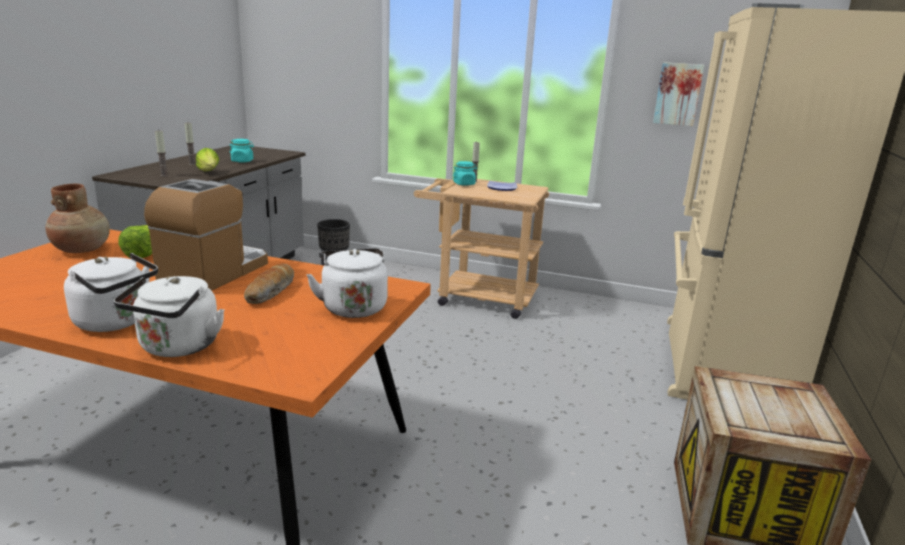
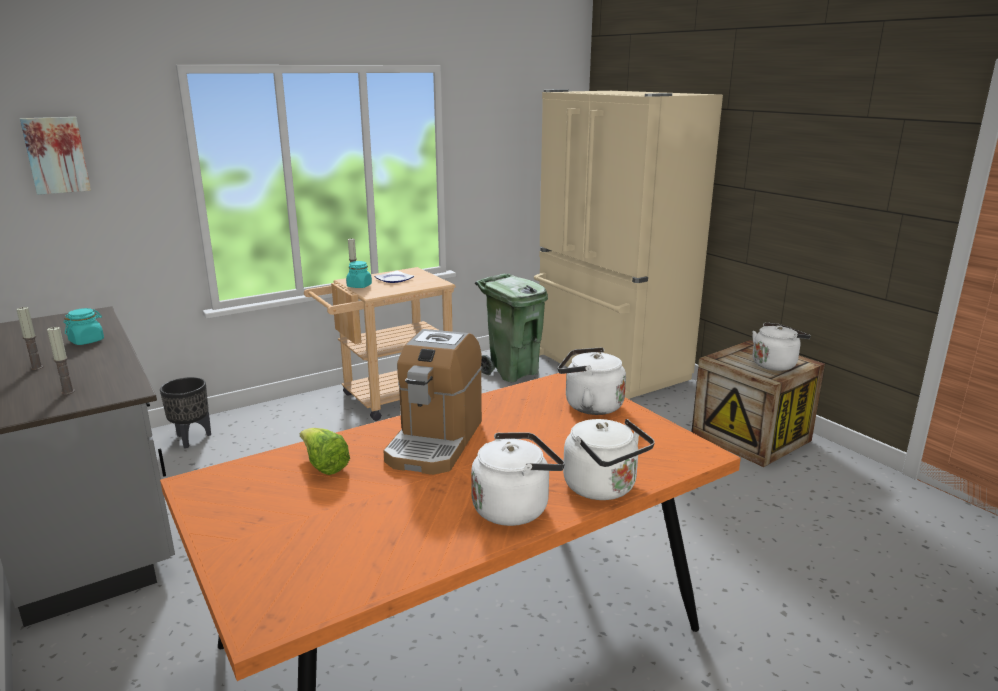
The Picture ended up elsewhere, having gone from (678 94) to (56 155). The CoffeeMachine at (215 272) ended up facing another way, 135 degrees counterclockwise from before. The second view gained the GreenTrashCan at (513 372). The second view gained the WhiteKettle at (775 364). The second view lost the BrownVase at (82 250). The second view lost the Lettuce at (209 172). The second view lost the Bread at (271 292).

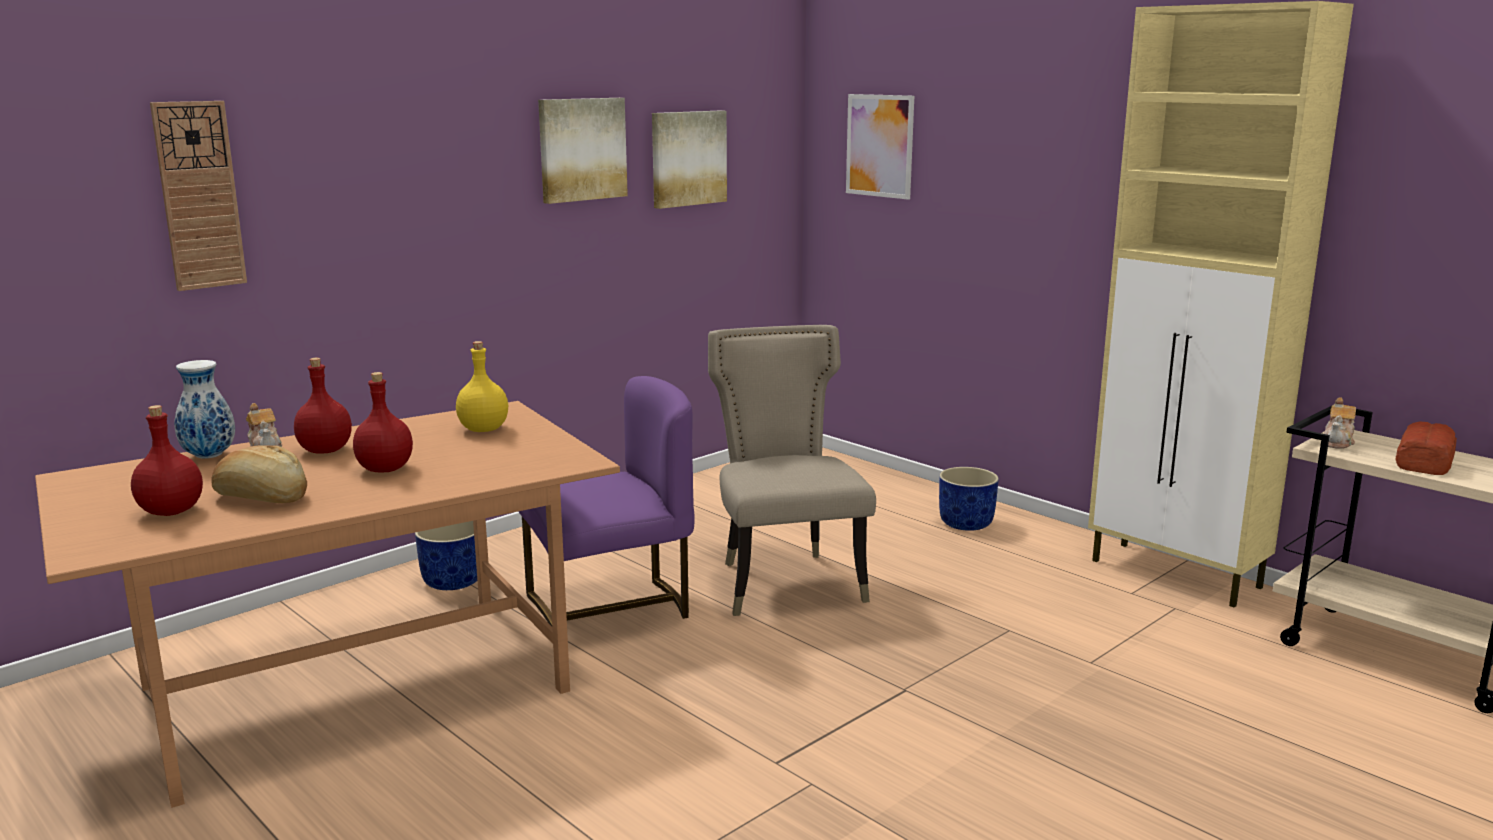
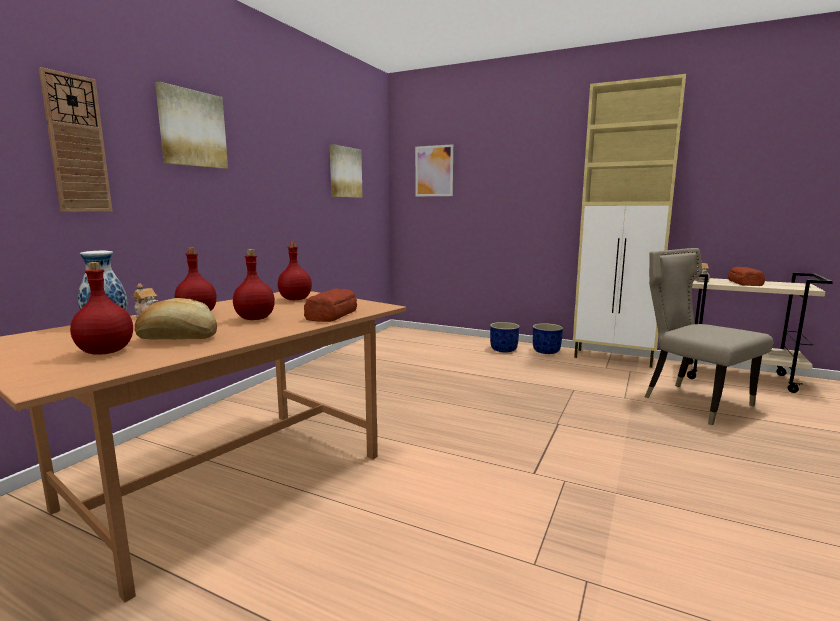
The Picture ended up elsewhere, having gone from (581 149) to (192 128). What was the YellowBottle at (484 429) turned into the RedBottle at (295 299). The second view gained the Bread at (331 315). The BluePlanter ended up elsewhere, having gone from (453 581) to (546 351). The BeigeChair ended up elsewhere, having gone from (785 581) to (692 401). The second view lost the PurpleChair at (610 611).

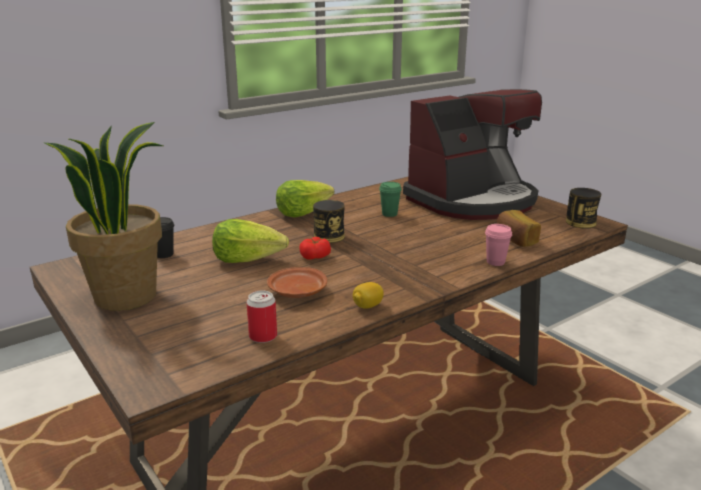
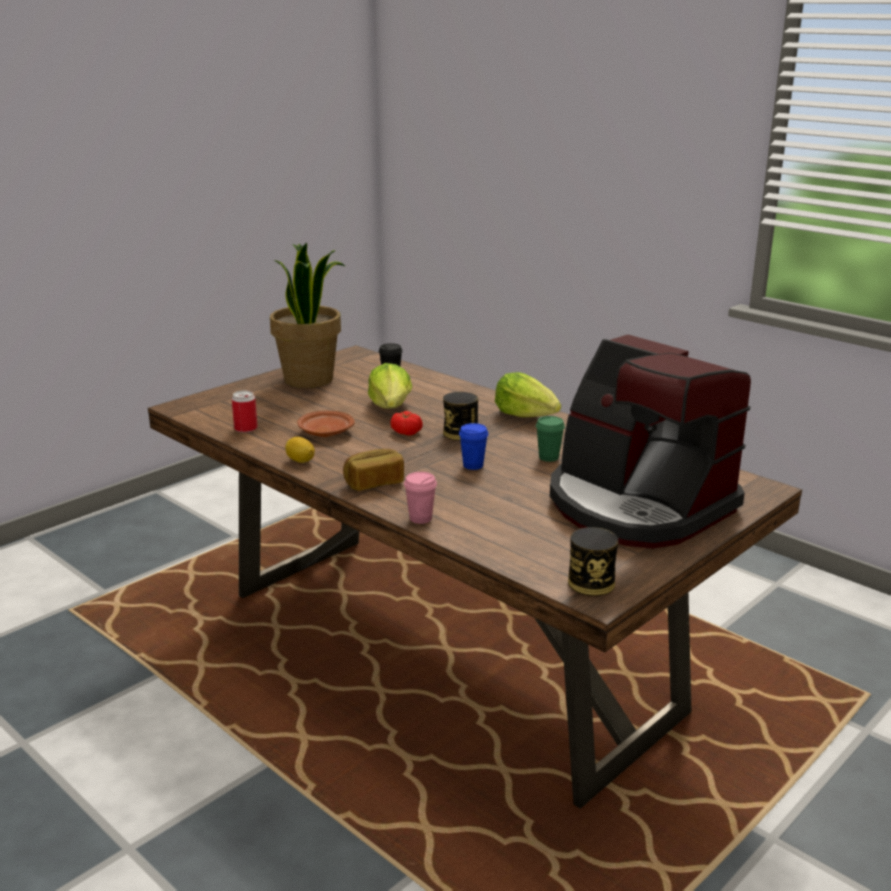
The Bread ended up elsewhere, having gone from (515 239) to (374 483). The second view gained the BlueCup at (473 465).

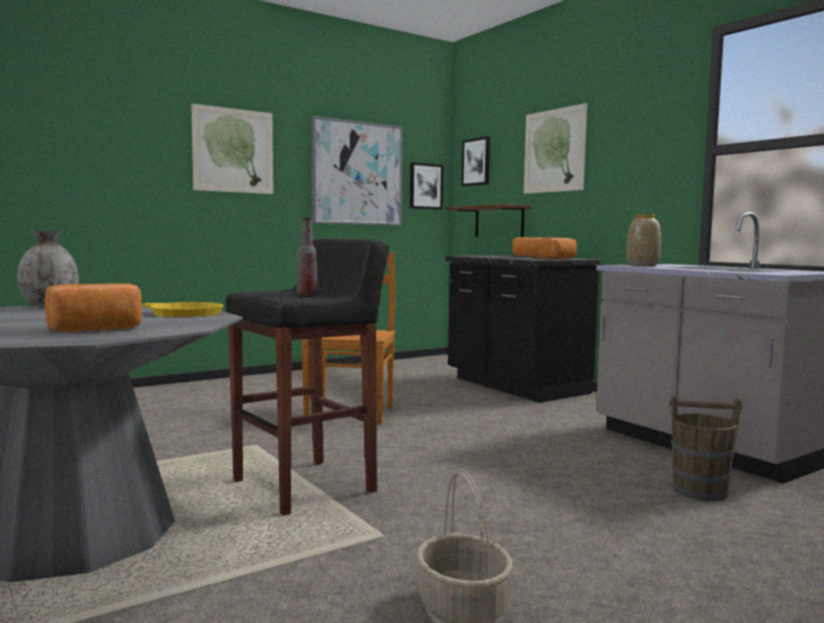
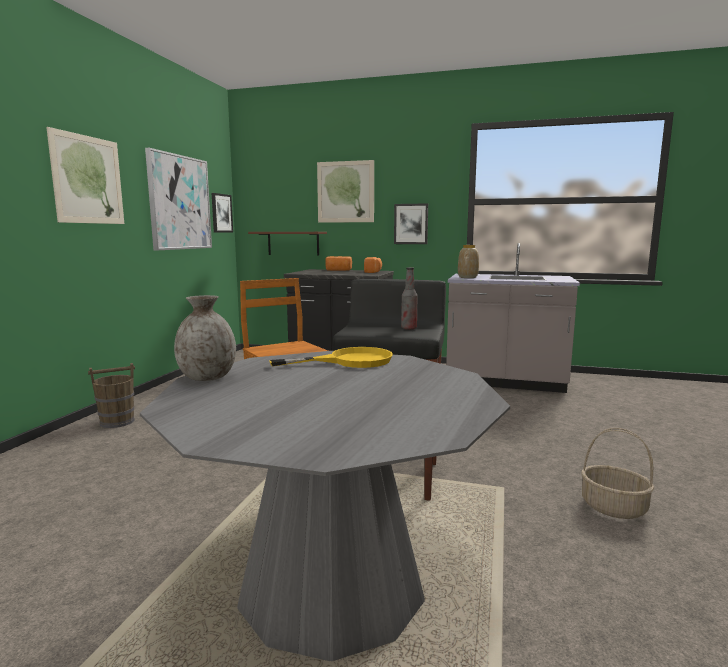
The BrownBucket ended up elsewhere, having gone from (700 491) to (117 422). The Picture ended up elsewhere, having gone from (476 162) to (411 224). The second view lost the Bread at (97 330).

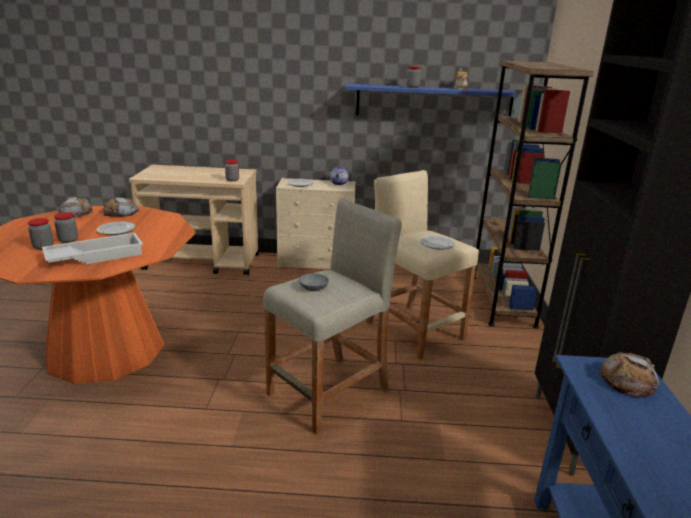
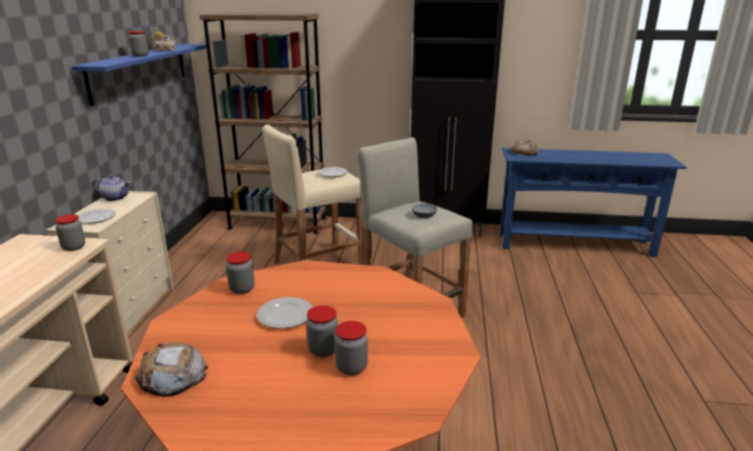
The second view gained the Jar at (242 289). The second view lost the WhiteTray at (95 255). The second view lost the Bread at (121 212).

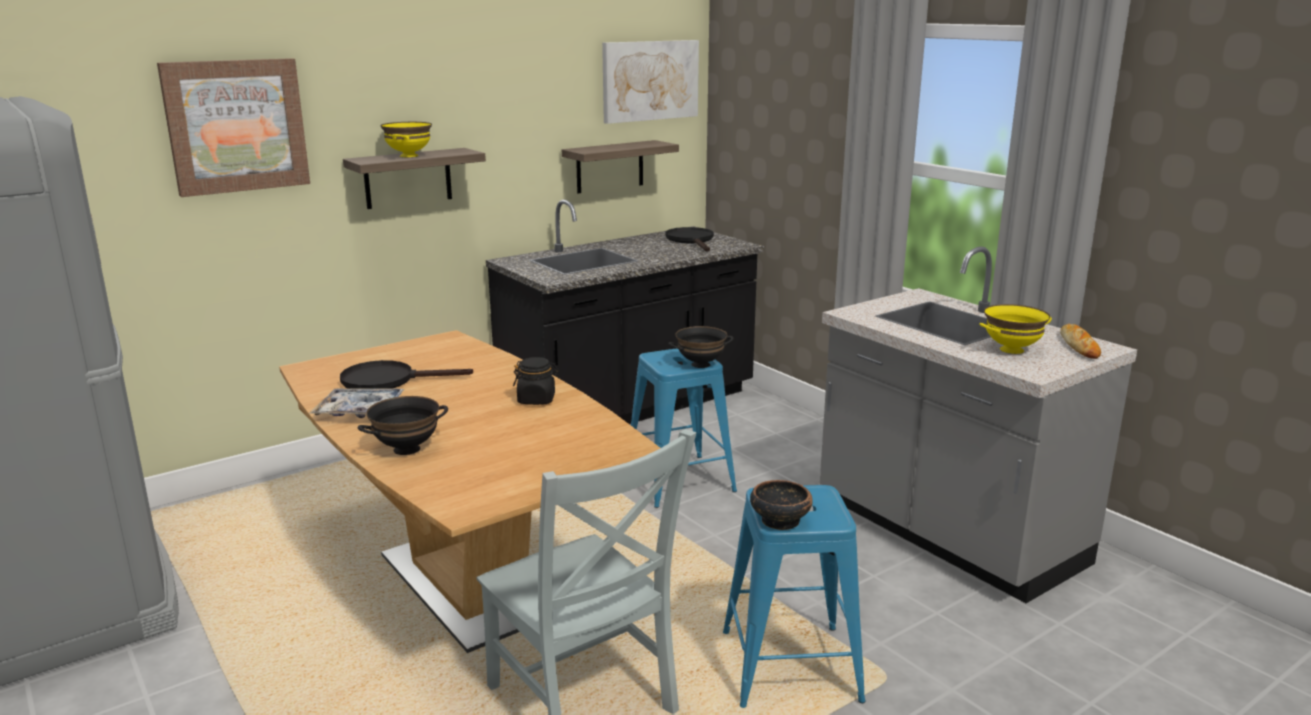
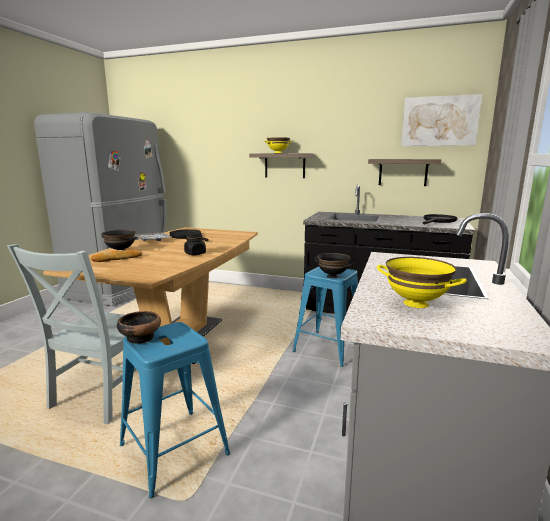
The Bread ended up elsewhere, having gone from (1079 346) to (118 259). The second view lost the Picture at (236 126).

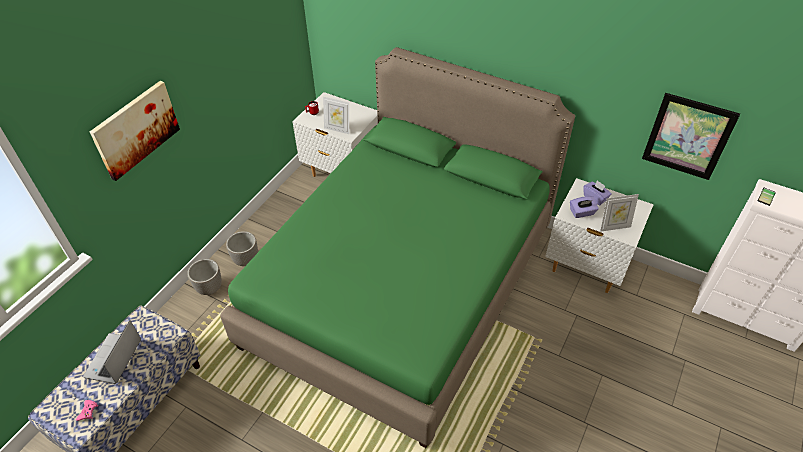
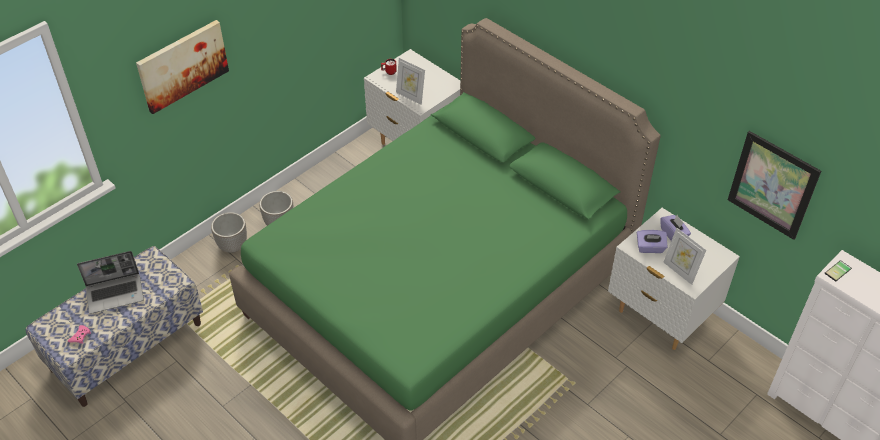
The Laptop at (114 359) ended up facing another way, 135 degrees counterclockwise from before. The PictureFrame at (614 226) ended up facing another way, 45 degrees clockwise from before.

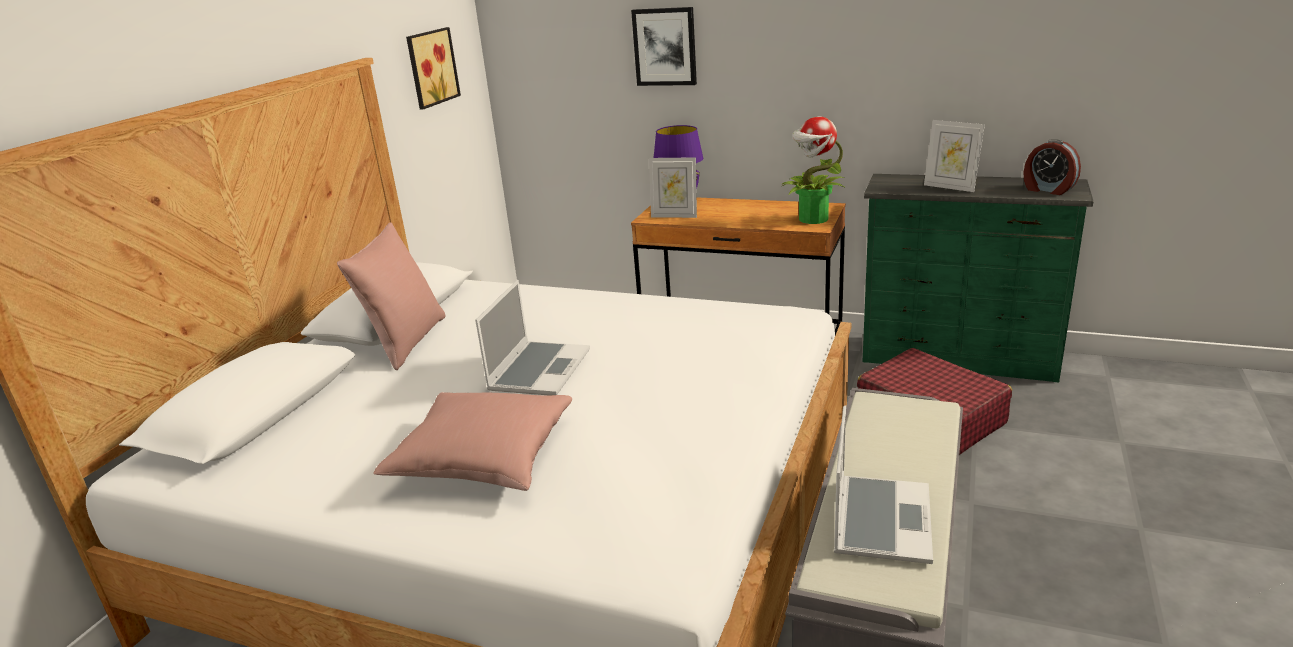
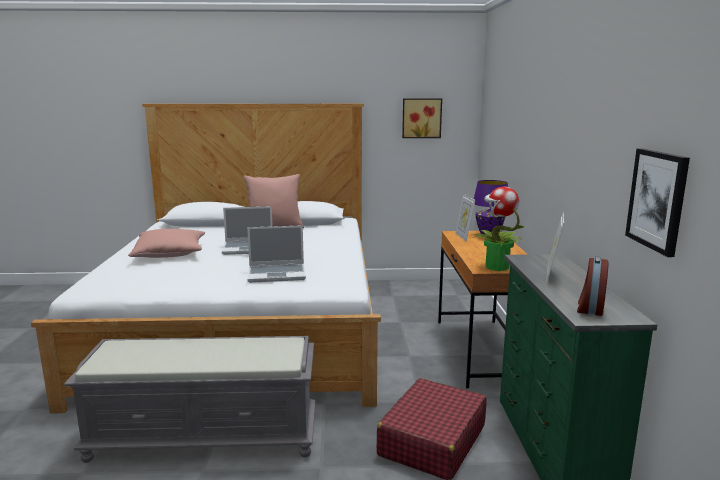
The Laptop ended up elsewhere, having gone from (880 520) to (277 274). The Picture ended up elsewhere, having gone from (665 47) to (657 200).

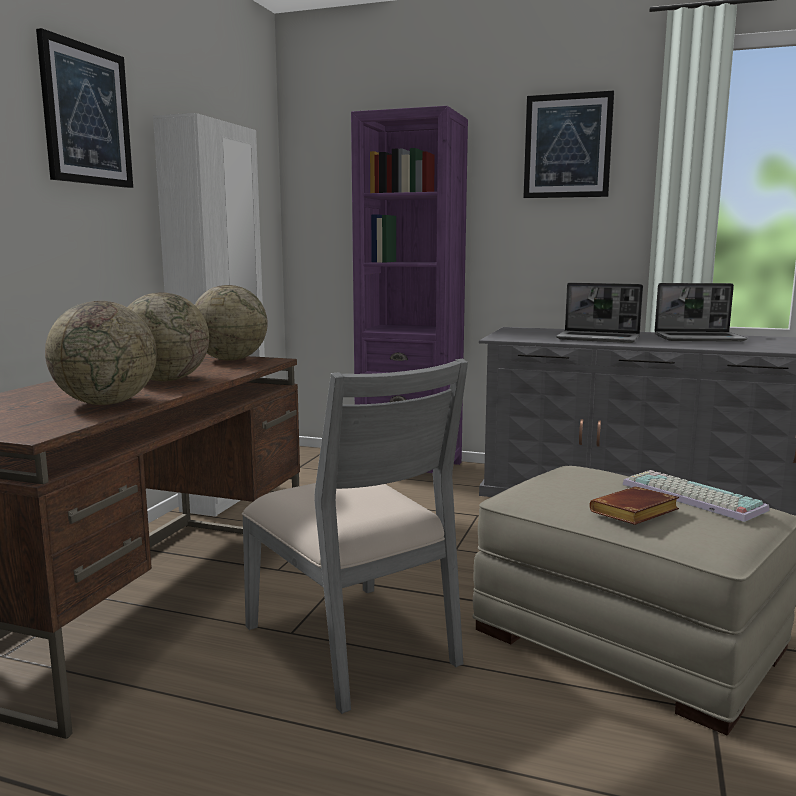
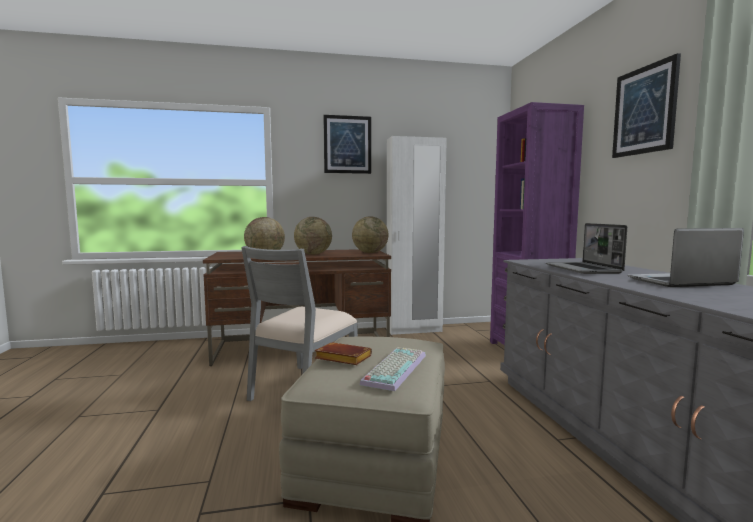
The Laptop at (699 338) ended up facing another way, 105 degrees clockwise from before.

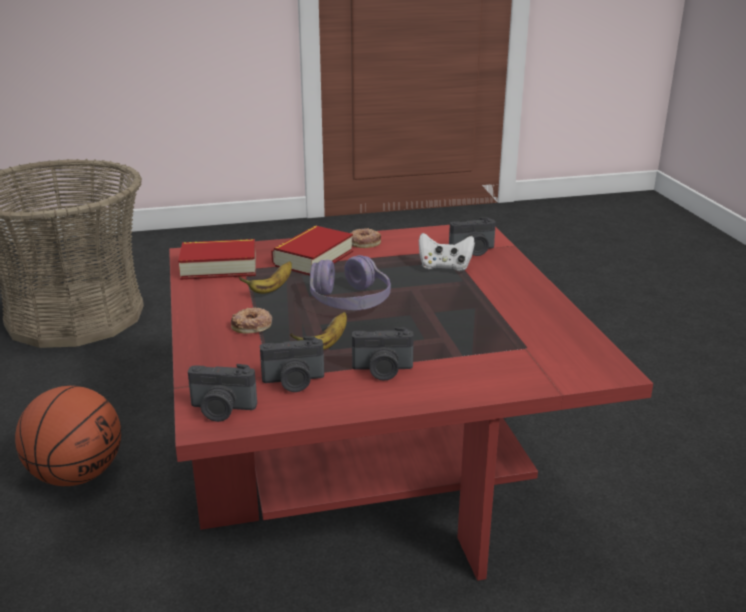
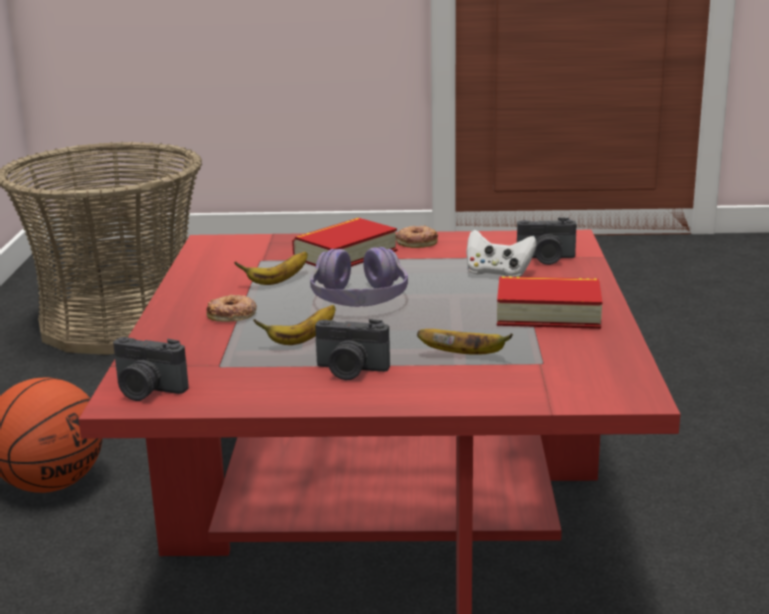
The second view gained the Banana at (465 355). The Book ended up elsewhere, having gone from (219 267) to (548 313). The second view lost the PhotoCamera at (293 382).

